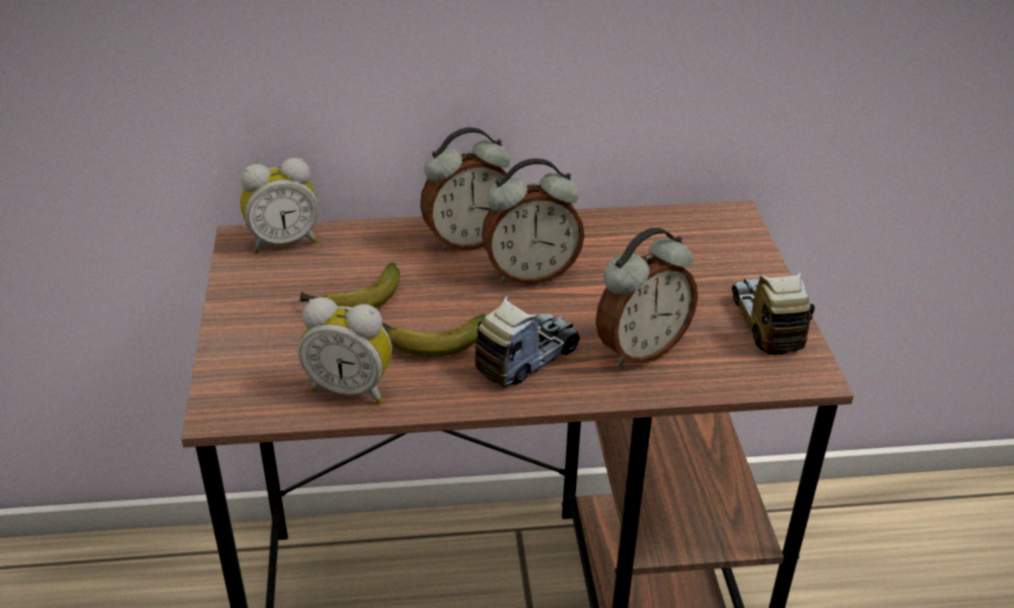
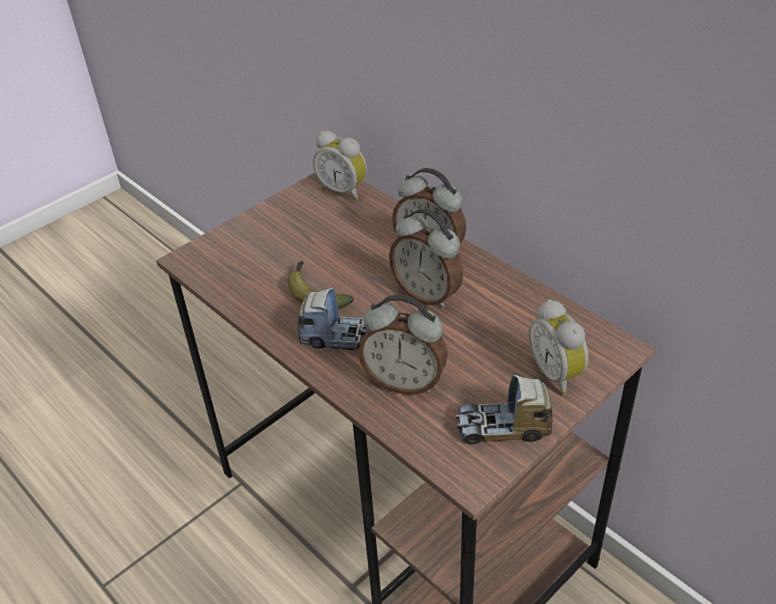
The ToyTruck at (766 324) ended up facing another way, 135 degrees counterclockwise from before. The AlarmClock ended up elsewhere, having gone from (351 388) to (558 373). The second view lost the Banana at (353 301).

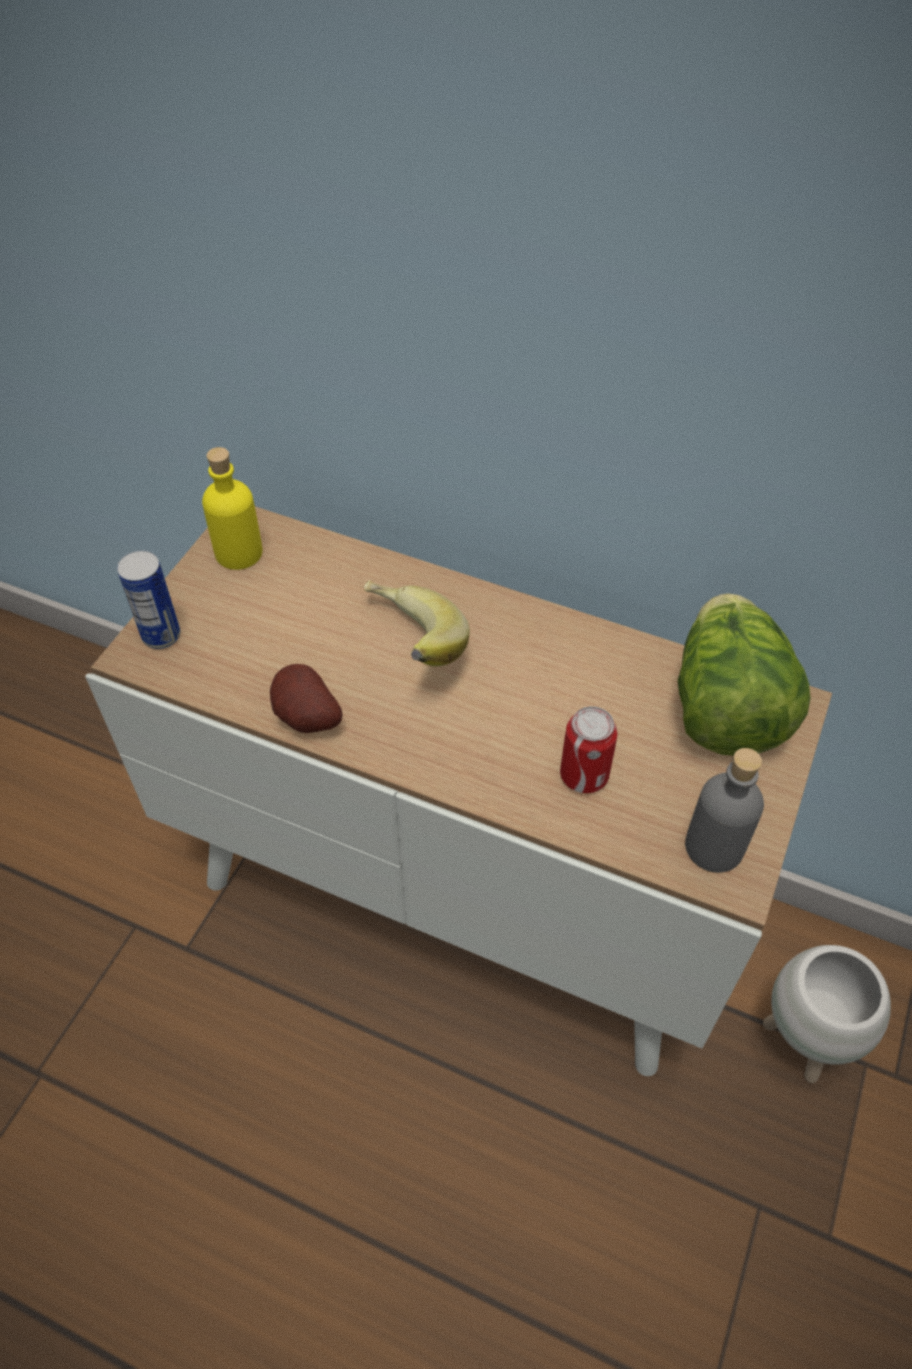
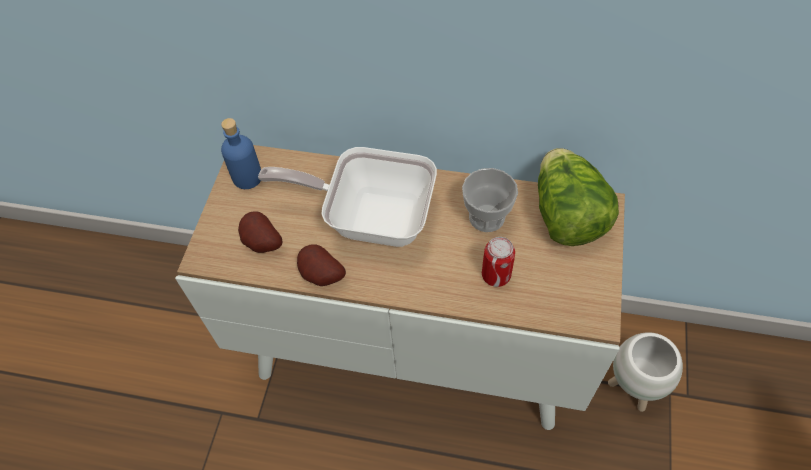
What was the YellowBottle at (239 553) turned into the BlueBottle at (247 177). The second view gained the Potato at (261 243). Where the Banana stood at (408 646), the FryingPan came to stand at (370 217). The second view gained the Cup at (486 217). The second view lost the Can at (161 635). The second view lost the GreyBottle at (714 847).

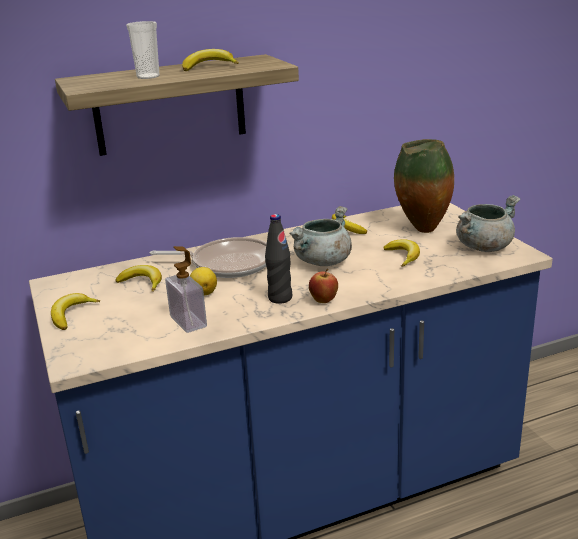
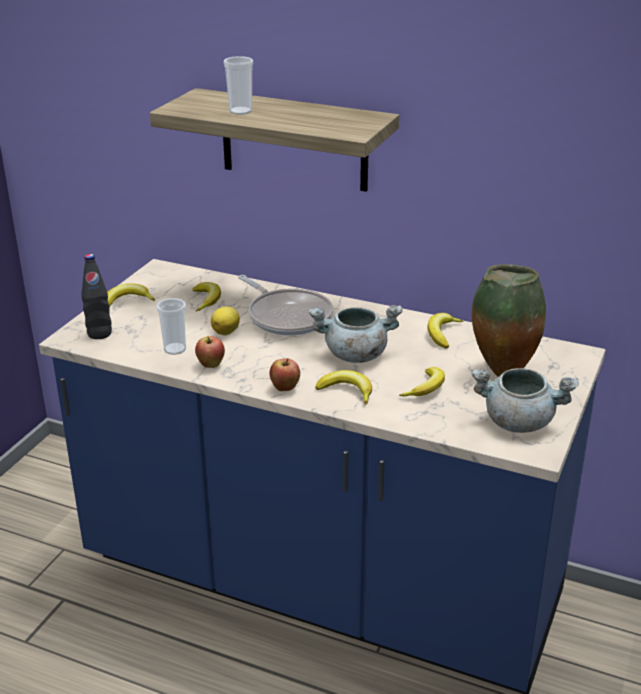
The BlackBottle ended up elsewhere, having gone from (280 298) to (99 334). Where the SoapDispenser stood at (188 322), the Cup came to stand at (175 349). The second view gained the Apple at (211 366). The Banana ended up elsewhere, having gone from (209 67) to (347 391).

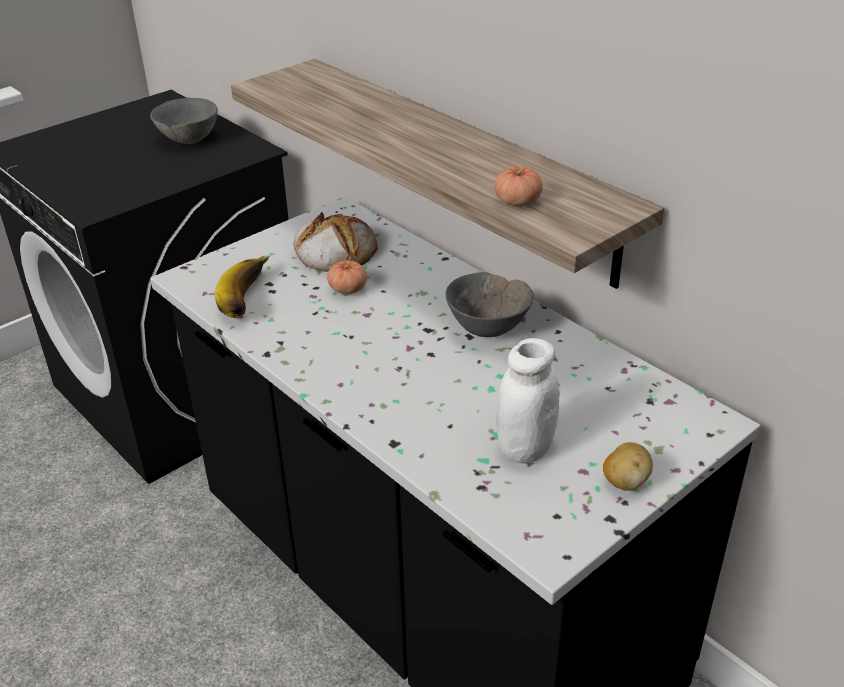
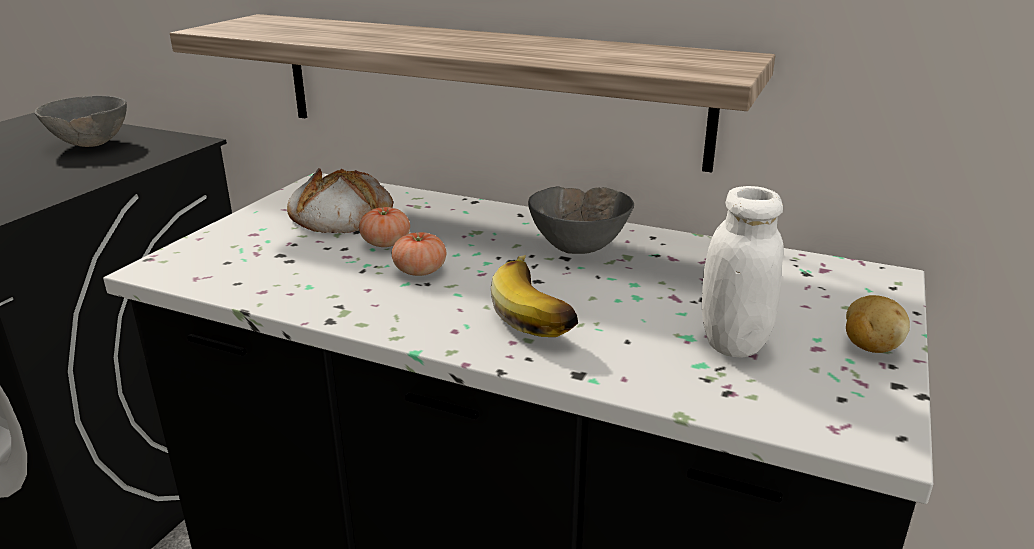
The Tomato ended up elsewhere, having gone from (517 201) to (420 271). The Banana ended up elsewhere, having gone from (251 299) to (540 313).

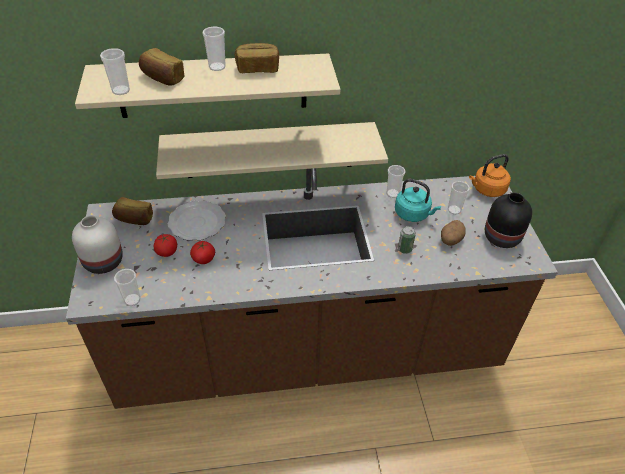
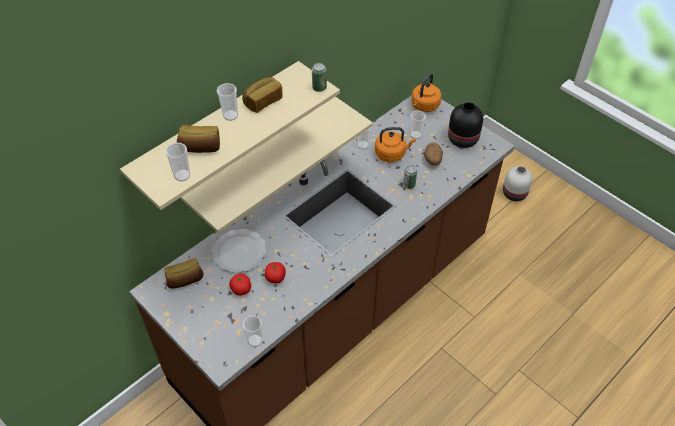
The second view gained the Can at (319 88). What was the TurquoiseKettle at (413 214) turned into the OrangeKettle at (391 154). The WhiteVase ended up elsewhere, having gone from (103 262) to (514 194).

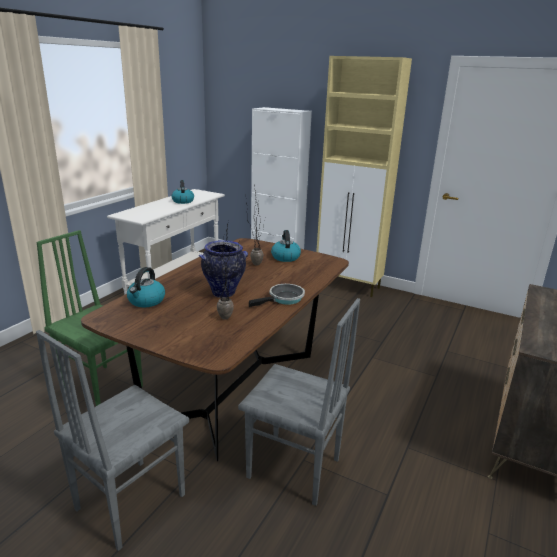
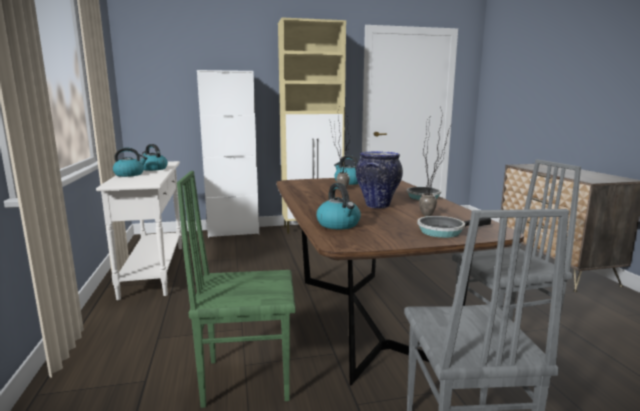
The second view gained the Kettle at (130 174). The second view gained the FryingPan at (444 231).

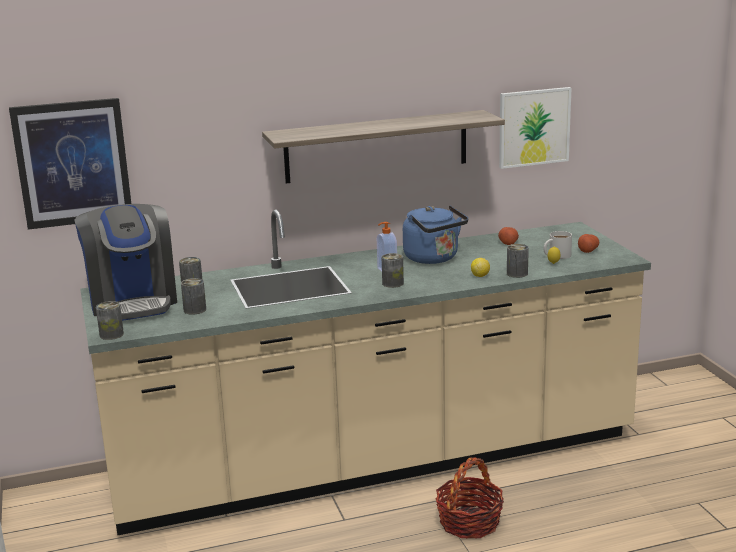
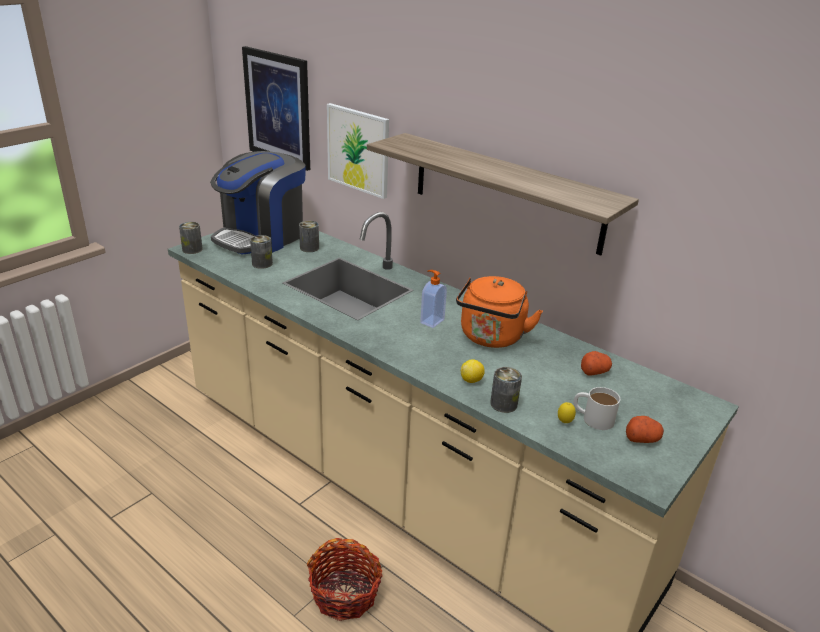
The Picture ended up elsewhere, having gone from (534 127) to (358 150). What was the BlueKettle at (434 258) turned into the OrangeKettle at (491 338). The second view lost the Can at (393 283).

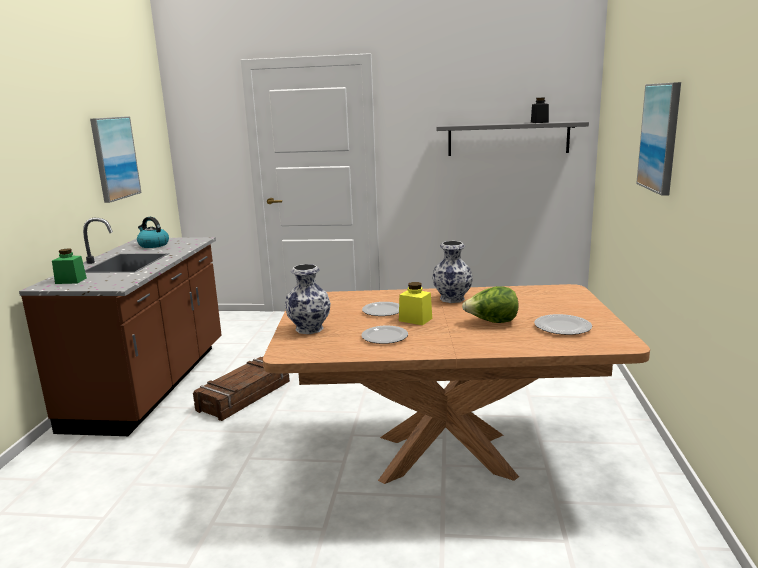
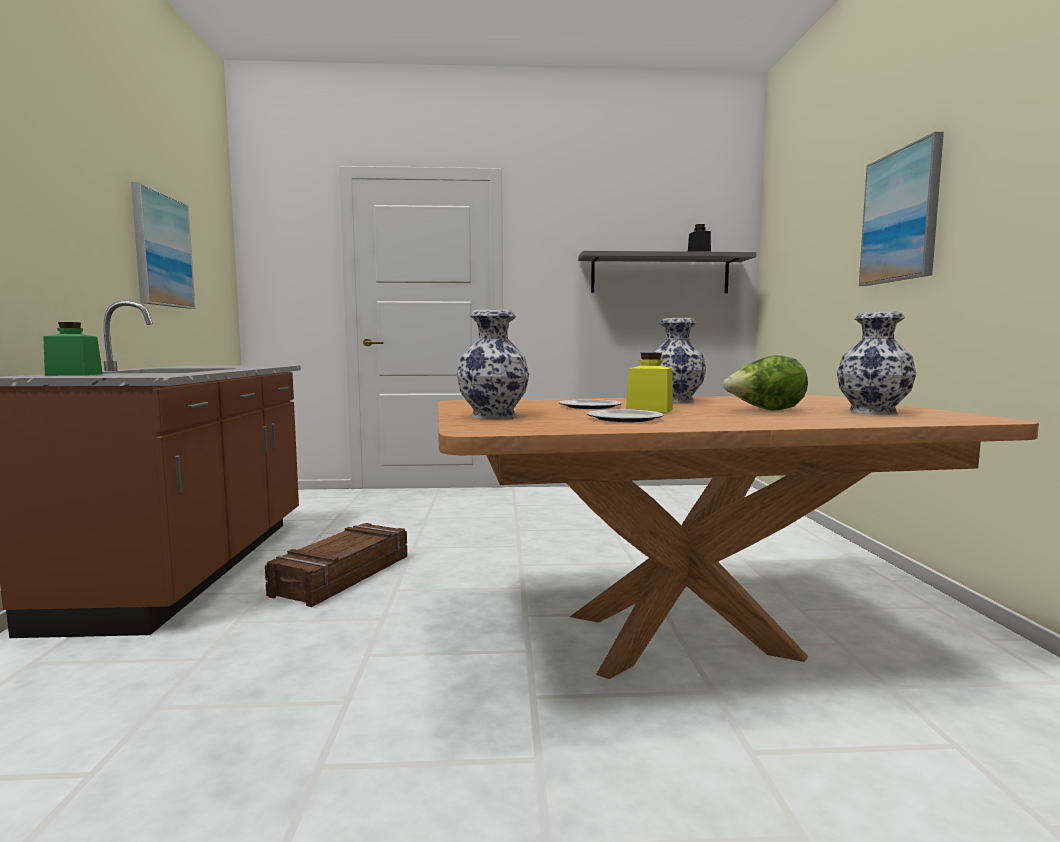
Where the Plate stood at (561 327), the Vase came to stand at (871 412). The second view lost the Kettle at (153 245).

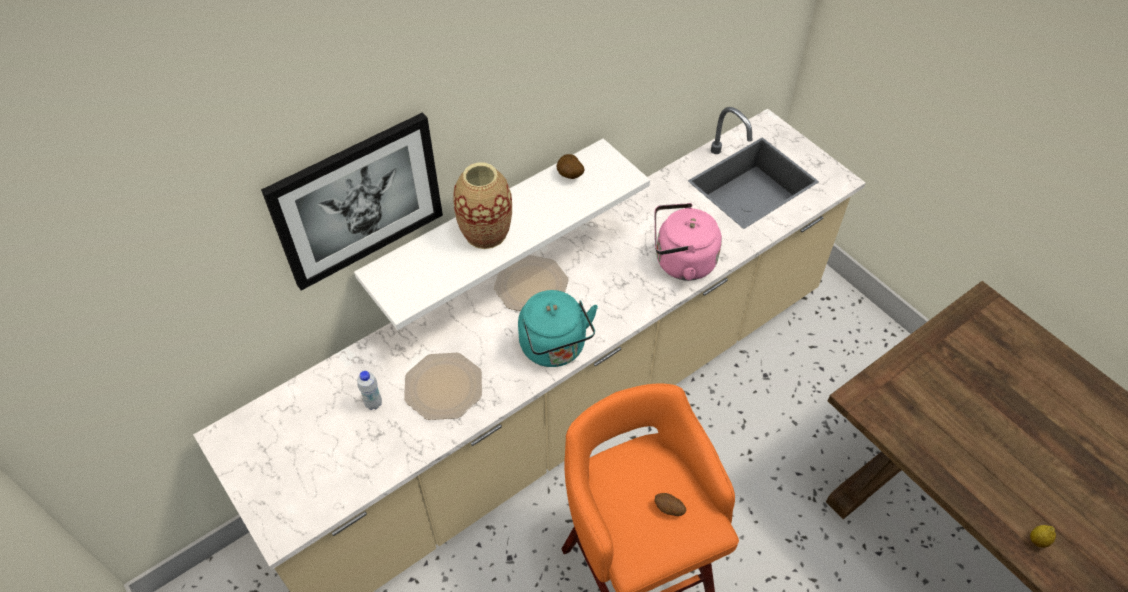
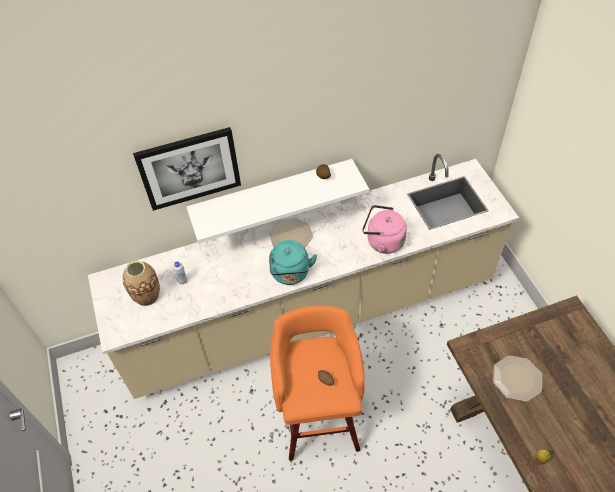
The Vase ended up elsewhere, having gone from (485 233) to (147 295). The Plate ended up elsewhere, having gone from (443 387) to (517 379).

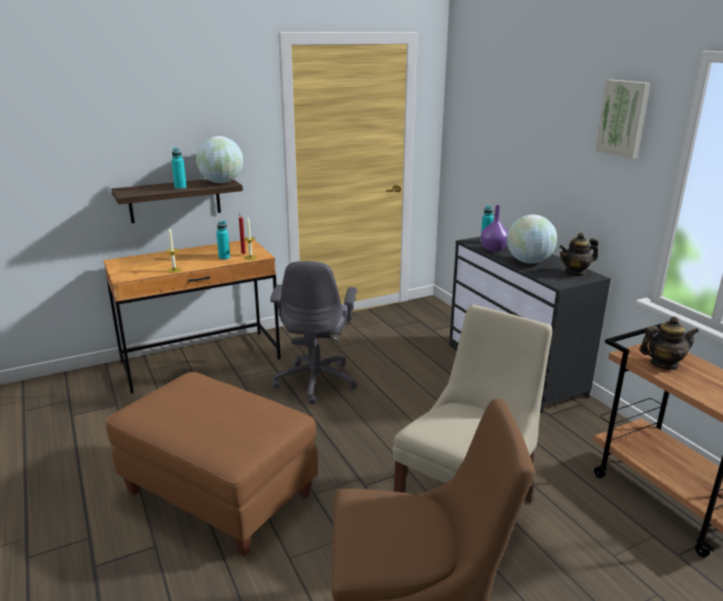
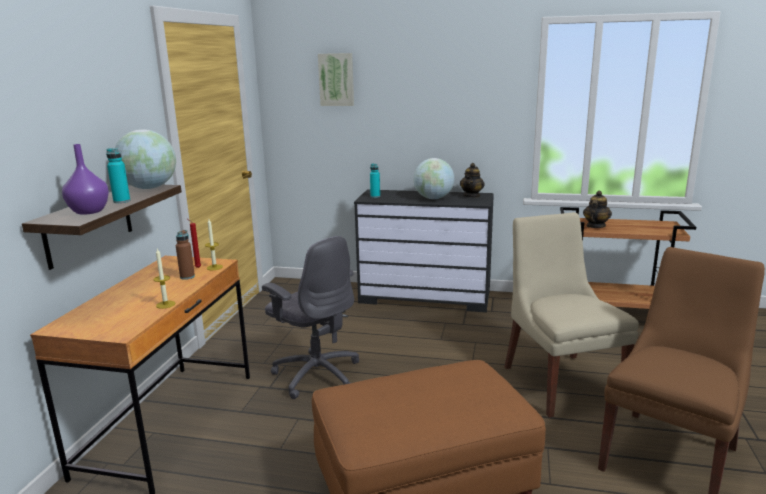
The PurpleVase ended up elsewhere, having gone from (493 249) to (88 212). What was the TurquoiseBottle at (224 258) turned into the BrownBottle at (187 277). The Picture ended up elsewhere, having gone from (624 118) to (336 79).

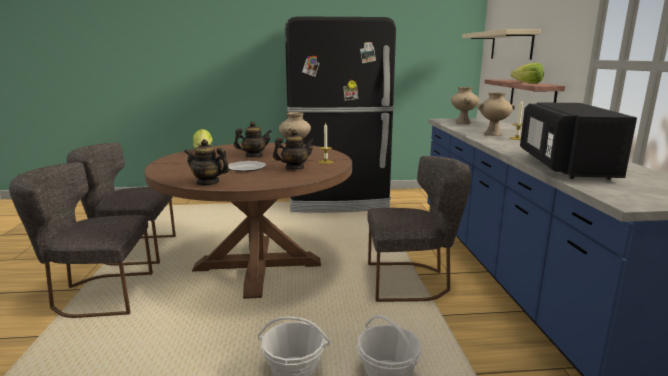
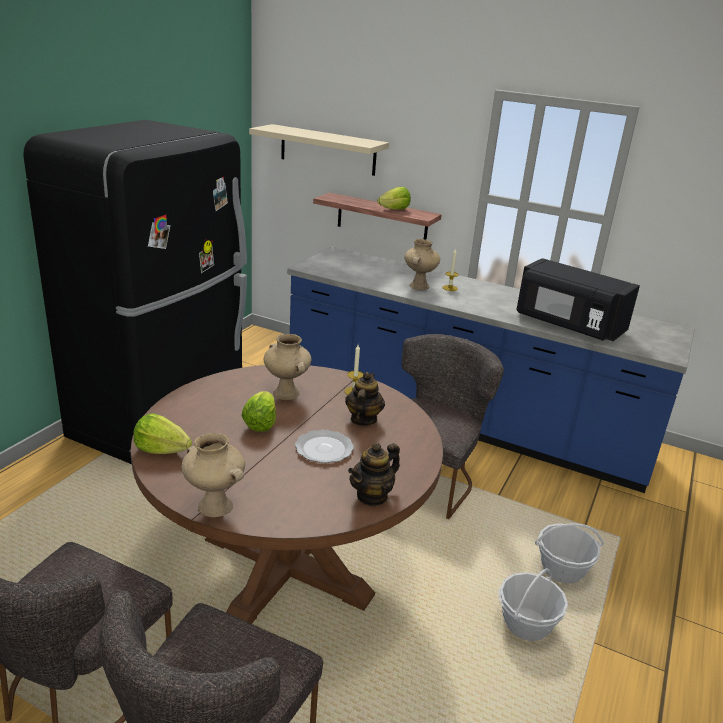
The BeigeVase ended up elsewhere, having gone from (462 122) to (214 506). Where the Teapot stood at (254 156), the Lettuce came to stand at (261 423).

